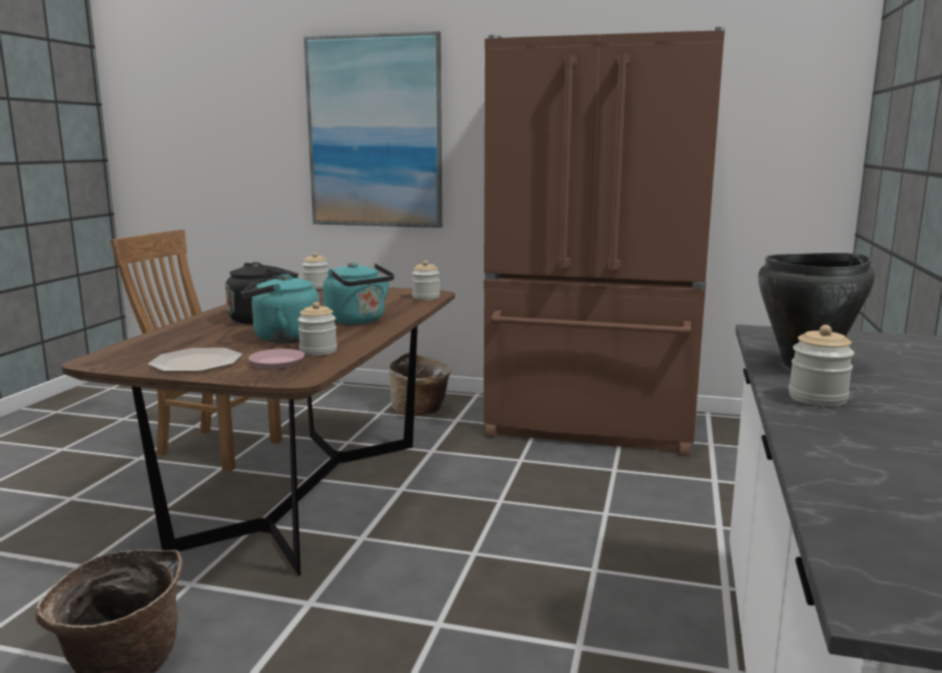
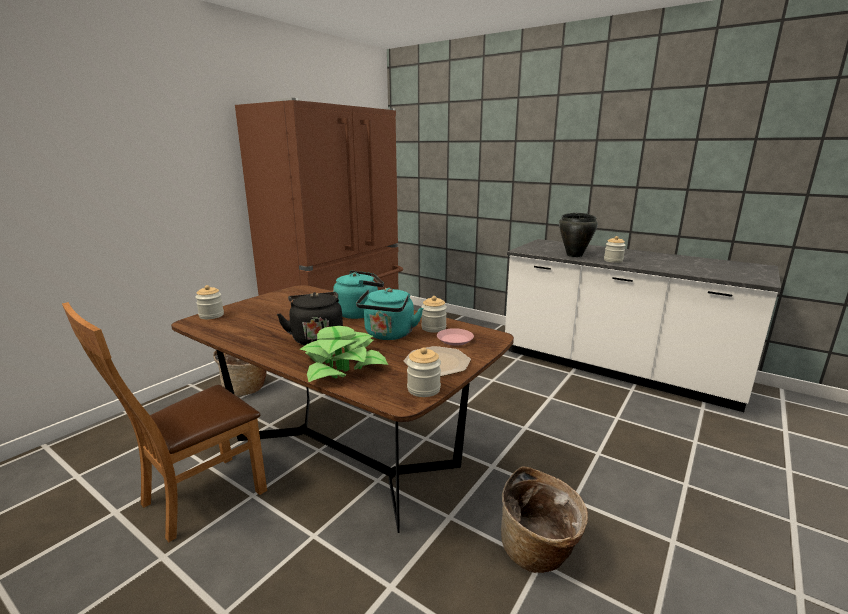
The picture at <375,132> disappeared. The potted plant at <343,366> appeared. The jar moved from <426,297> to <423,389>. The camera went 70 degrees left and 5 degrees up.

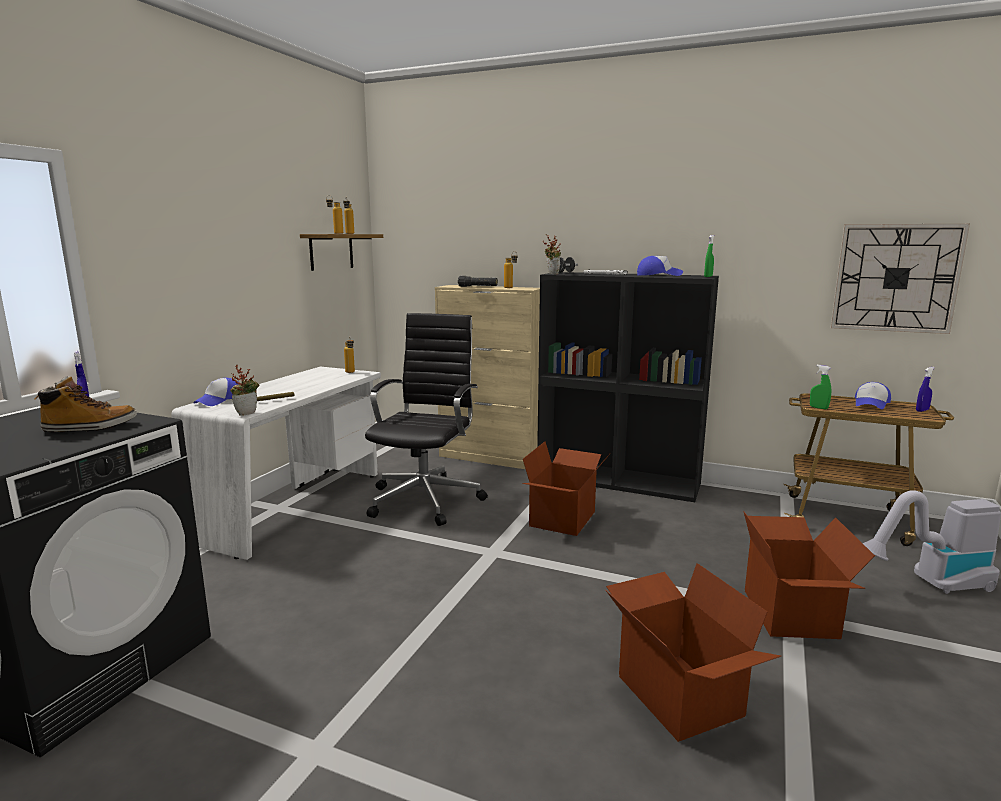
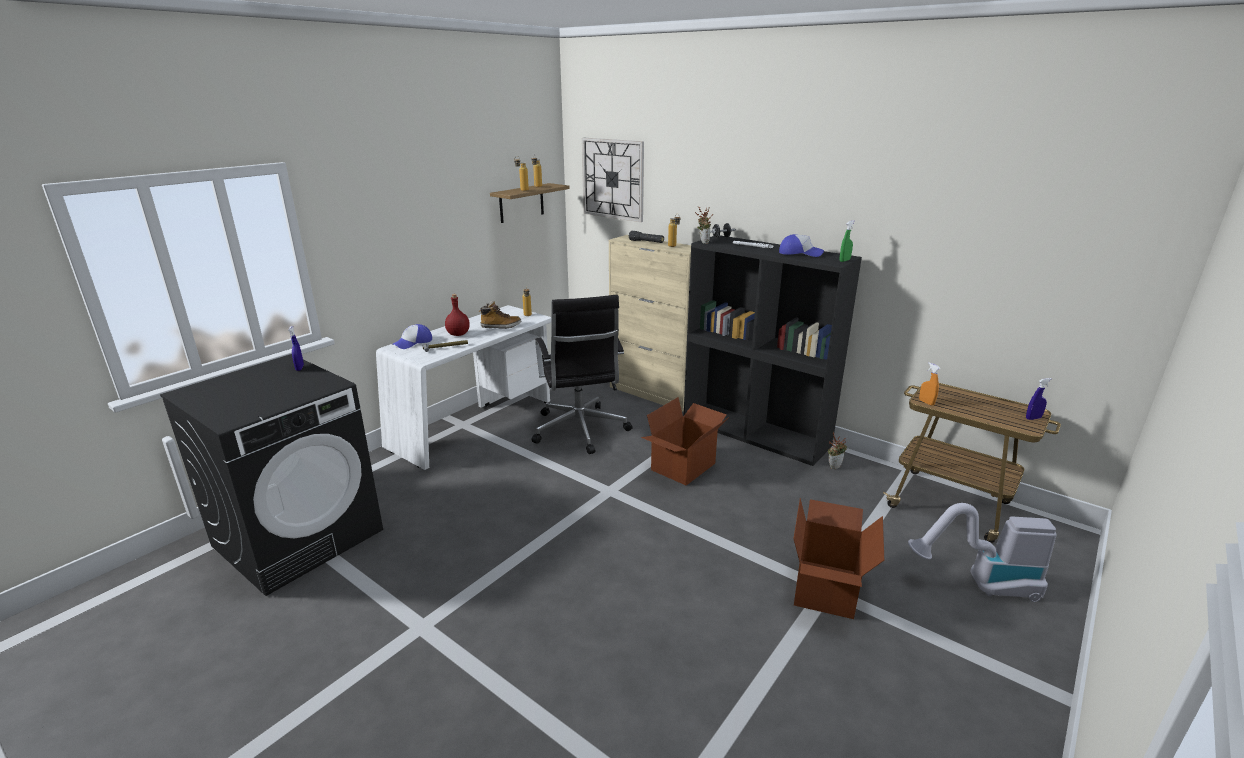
The cardboard box at <677,696> disappeared. The cap at <871,404> disappeared. The bottle (red) at <458,334> appeared. The boot moved from <90,428> to <500,326>. The potted plant moved from <247,413> to <834,466>. The wall clock moved from <895,278> to <613,179>. The spray bottle (green) at <818,408> became the spray bottle (orange) at <926,402>. The office chair (black) at <426,499> turned 135 degrees clockwise. The camera went 15 degrees right and 10 degrees up.

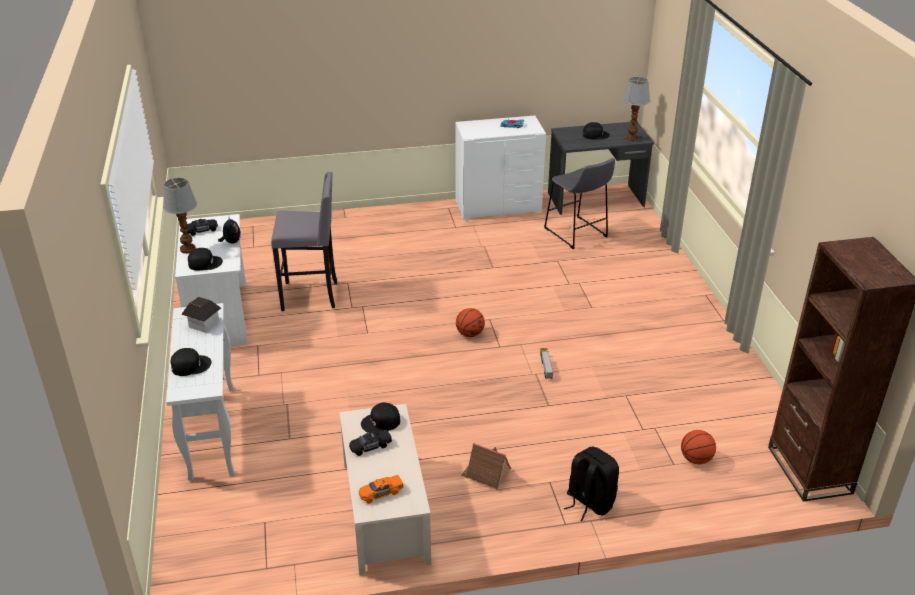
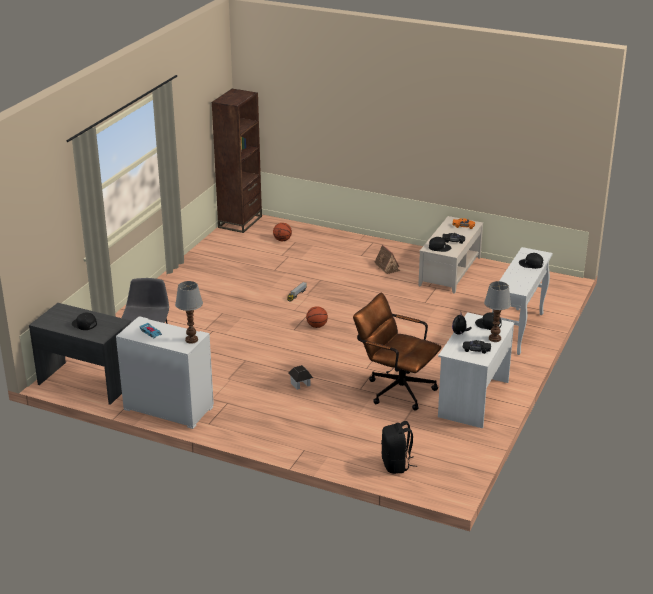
The toy house moved from <204,324> to <300,384>. The backpack (black) moved from <589,502> to <396,465>. The table lamp moved from <632,138> to <191,340>. The stool (grey) at <311,296> was replaced by the office chair (brown) at <395,389>. The camera went 145 degrees left and 5 degrees down.

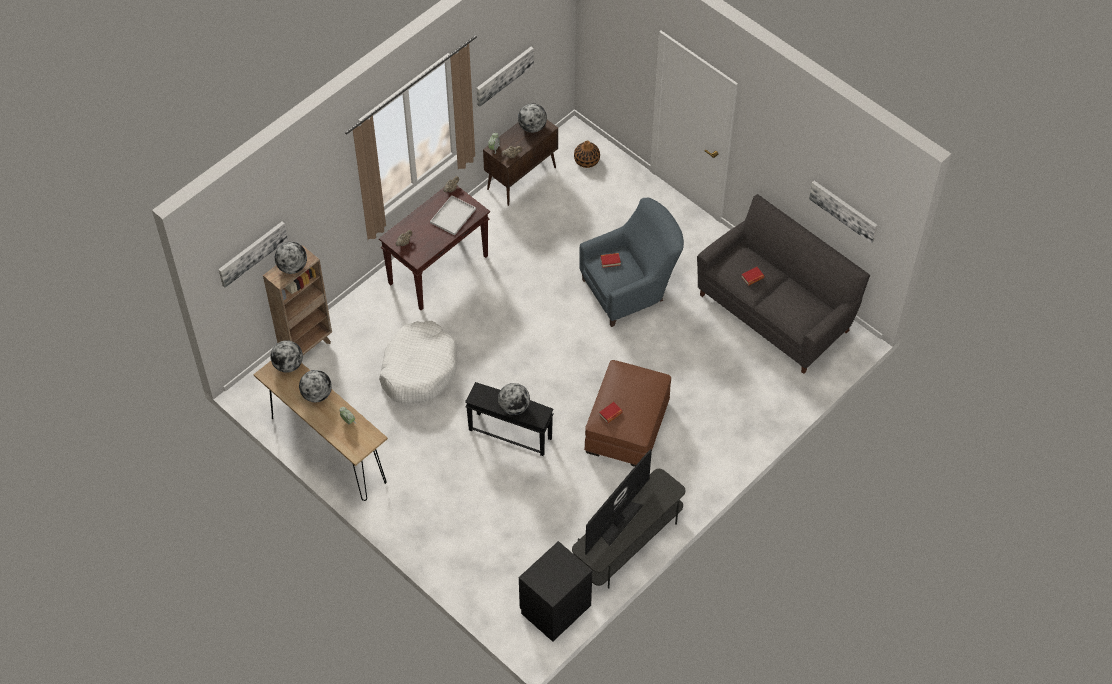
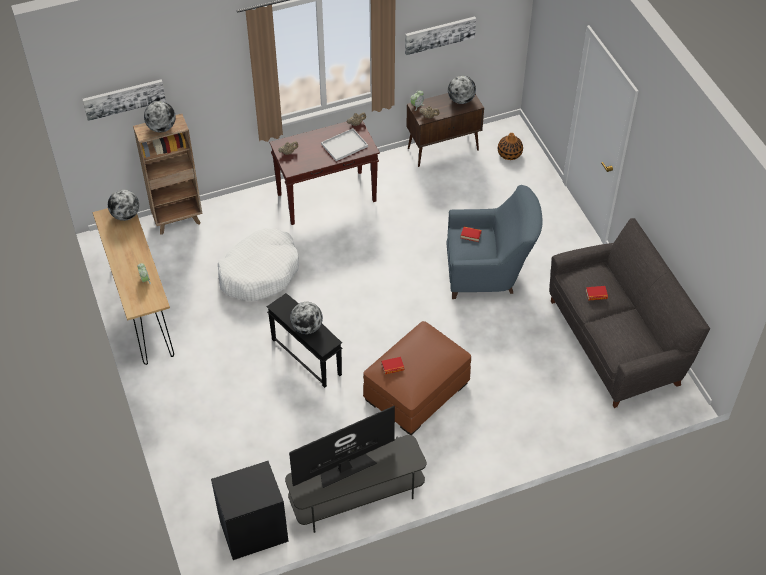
The globe at <317,395> disappeared. The picture at <844,210> disappeared. The camera went 25 degrees right and 5 degrees down.

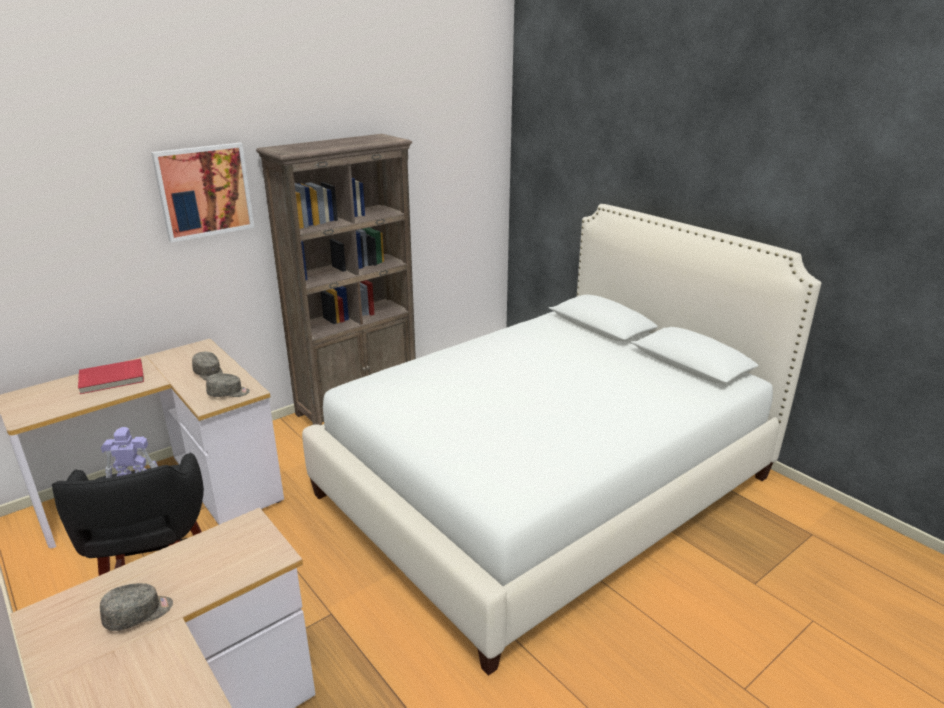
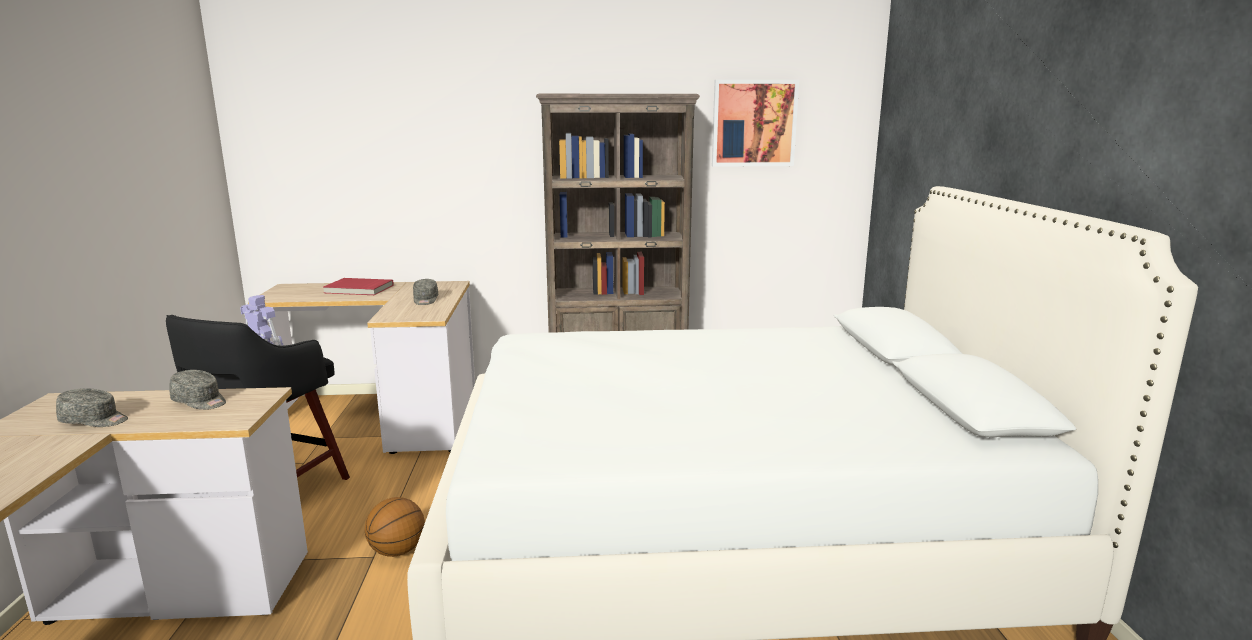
The basketball at <397,551> appeared. The picture moved from <204,191> to <754,123>. The cap (grey) moved from <228,393> to <200,402>. The camera went 35 degrees right and 10 degrees down.

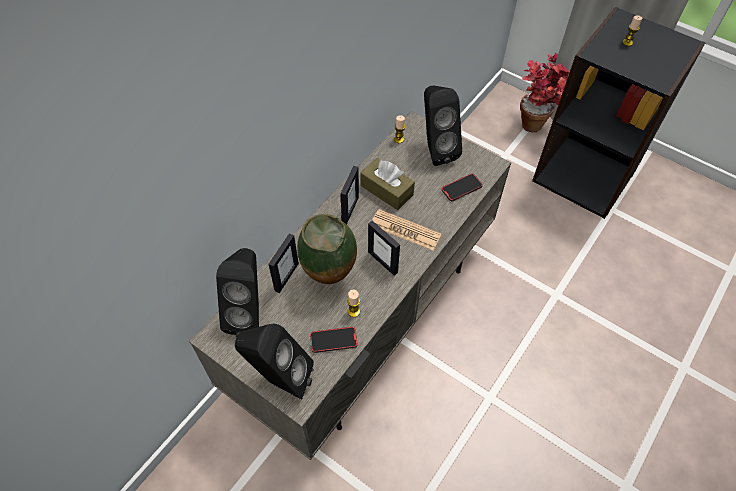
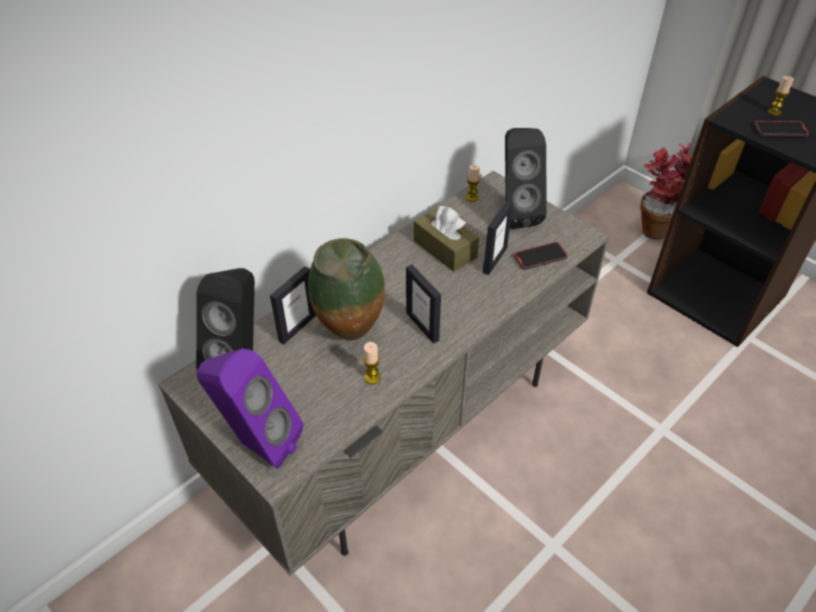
The newspaper at <405,230> disappeared. The phone moved from <333,340> to <780,131>. The picture frame moved from <350,210> to <494,260>. The speaker (black) at <279,379> became the speaker (purple) at <257,443>. The camera went 10 degrees right and 10 degrees down.

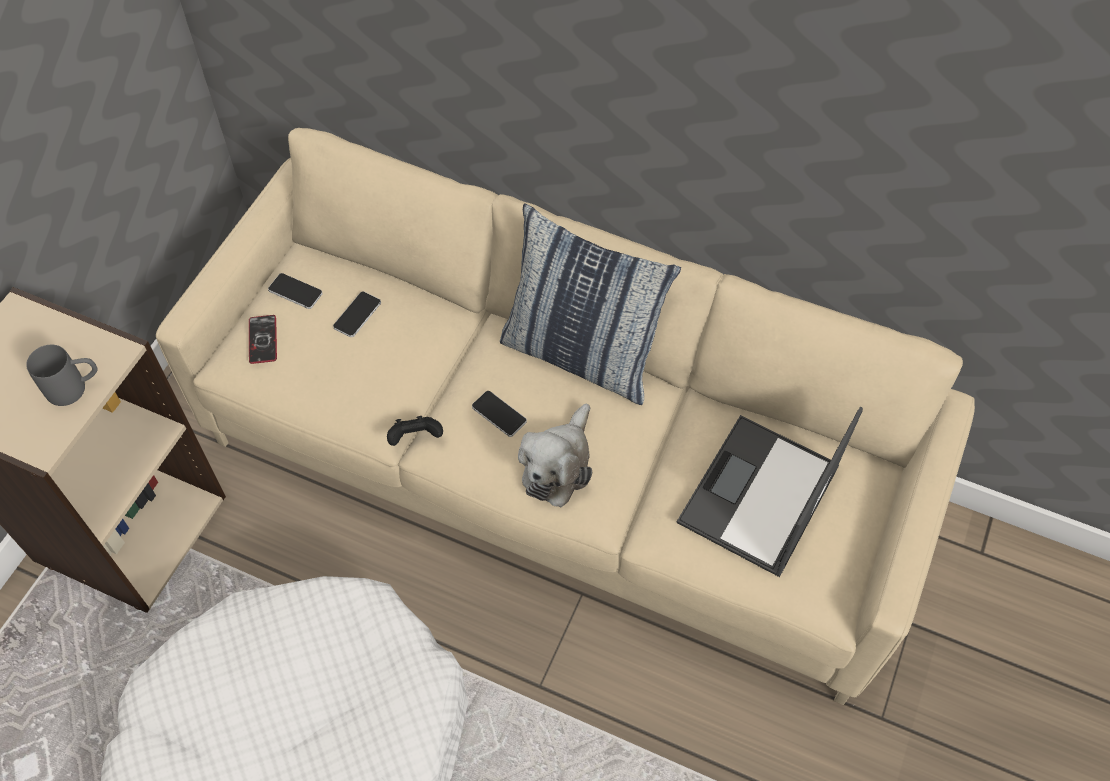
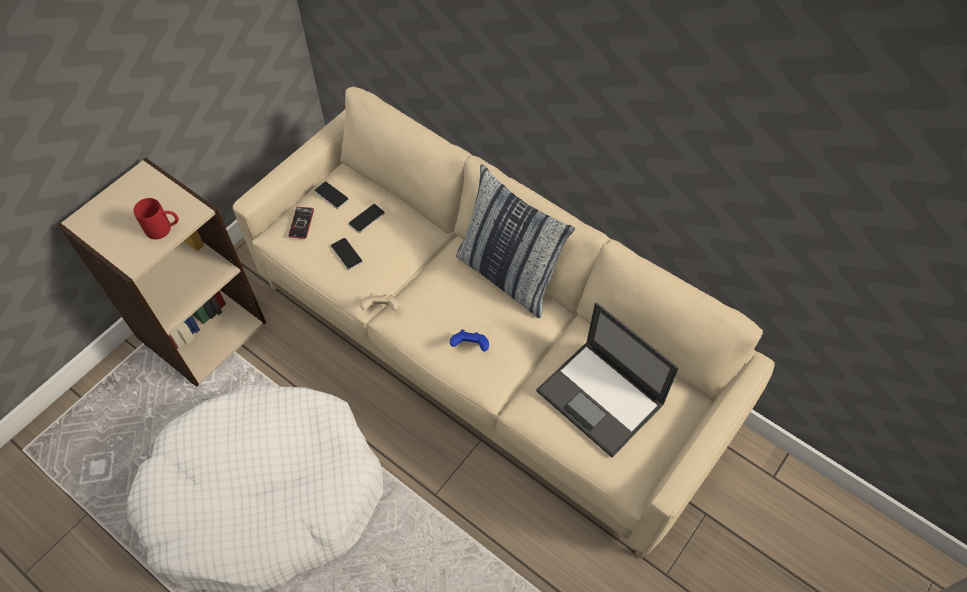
The phone moved from <499,414> to <346,254>. The plush toy at <558,465> was replaced by the game controller (blue) at <470,346>. The mug (grey) at <75,388> became the mug (red) at <164,229>. The game controller (black) at <416,438> became the game controller (beige) at <382,308>. The laptop at <758,497> turned 90 degrees counterclockwise. The camera went 15 degrees right and 0 degrees up.

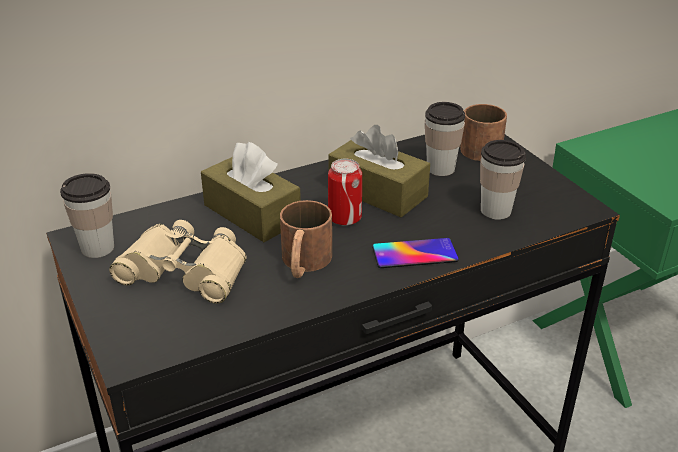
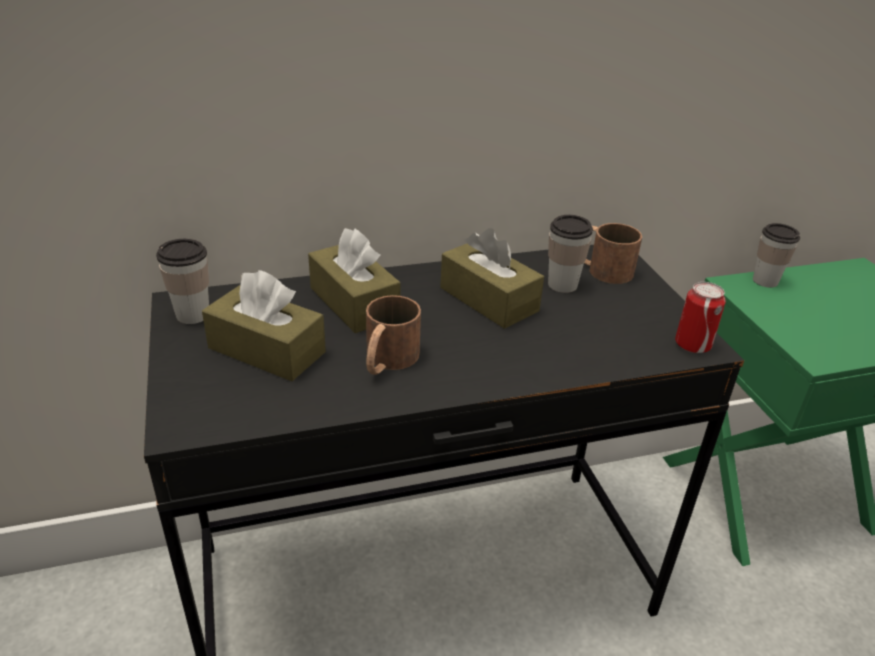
The phone at <414,254> disappeared. The can moved from <344,218> to <692,345>. The cup moved from <496,211> to <765,281>. The binoculars (beige) at <185,271> was replaced by the tissue box (brown) at <267,350>. The camera went 10 degrees right and 0 degrees up.

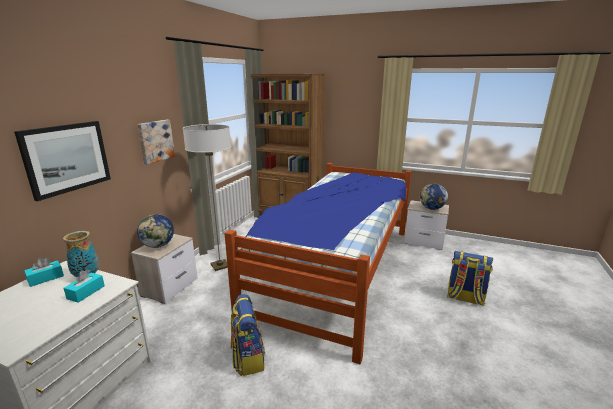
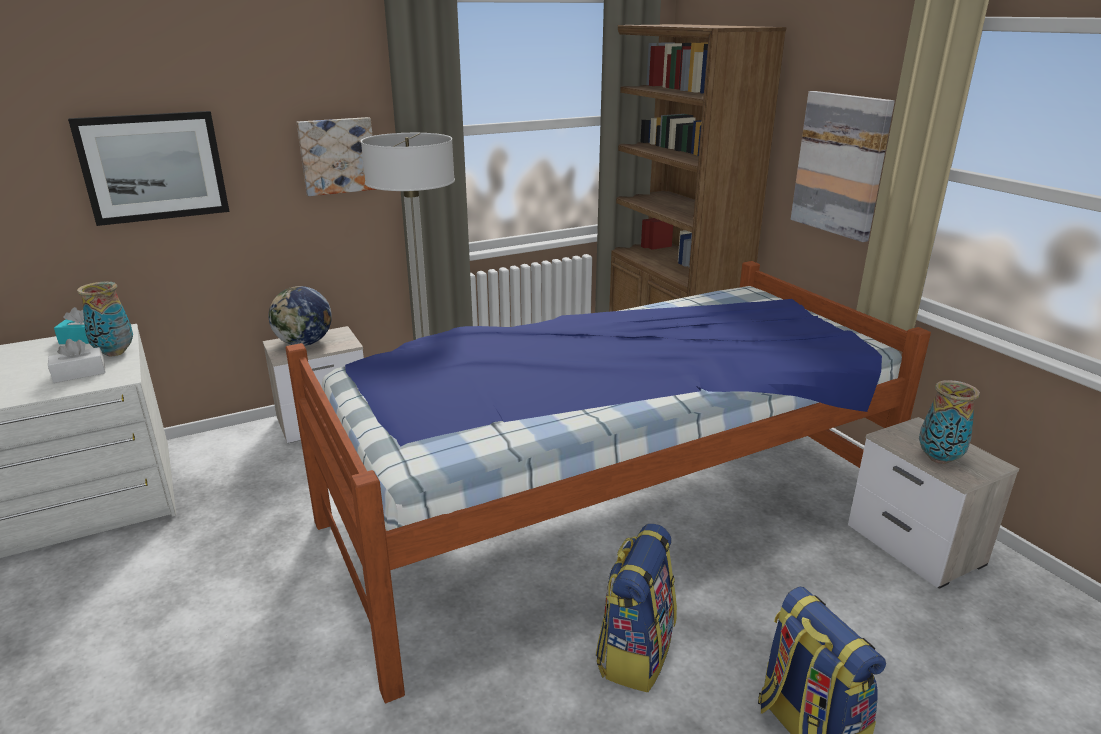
The picture at <840,165> appeared. The backpack moved from <248,358> to <635,652>. The globe at <431,208> was replaced by the vase at <938,458>. The tissue box (turquoise) at <86,292> became the tissue box (white) at <79,373>. The camera went 40 degrees right and 5 degrees up.

